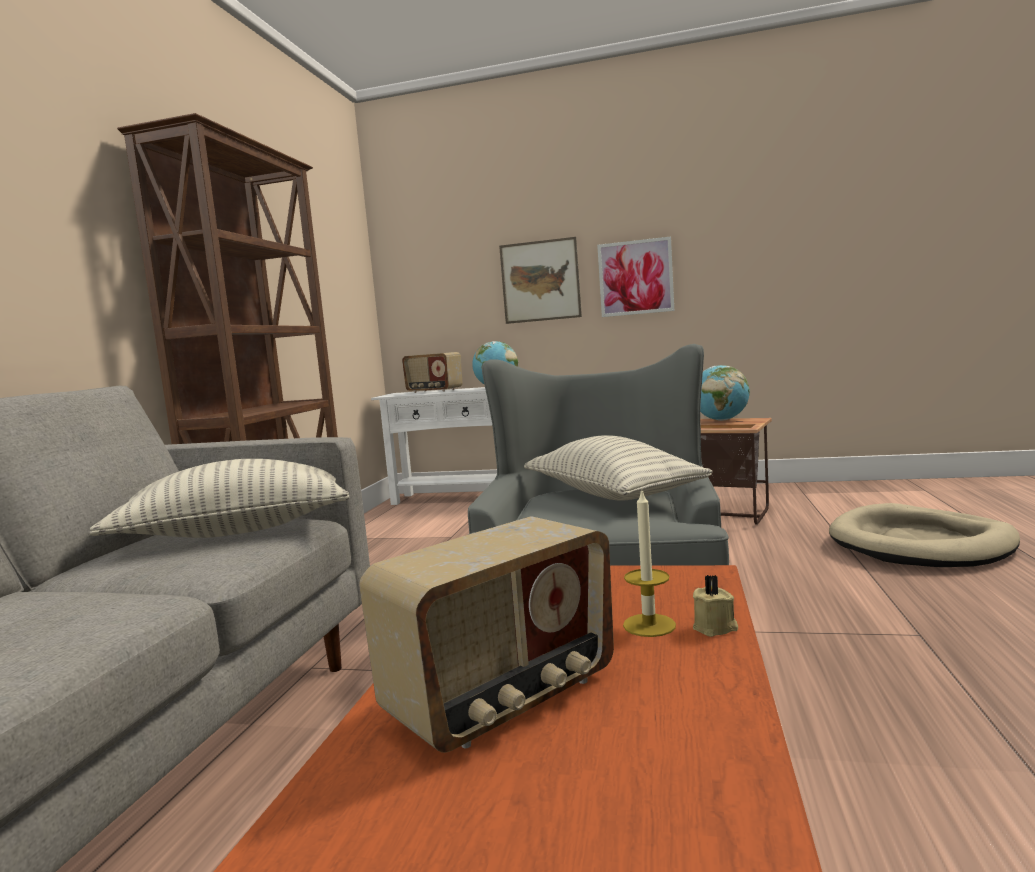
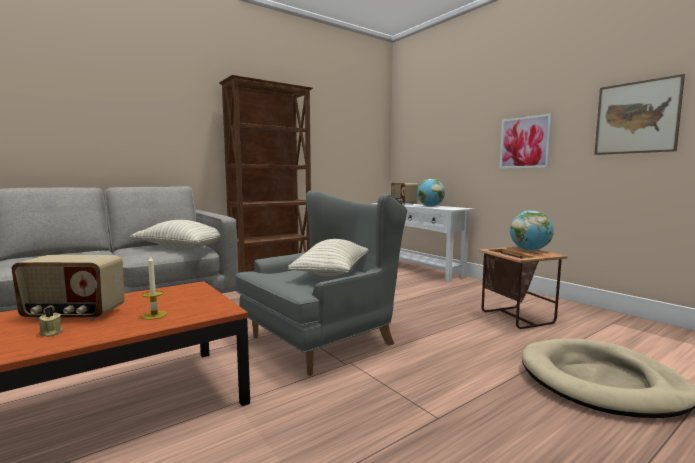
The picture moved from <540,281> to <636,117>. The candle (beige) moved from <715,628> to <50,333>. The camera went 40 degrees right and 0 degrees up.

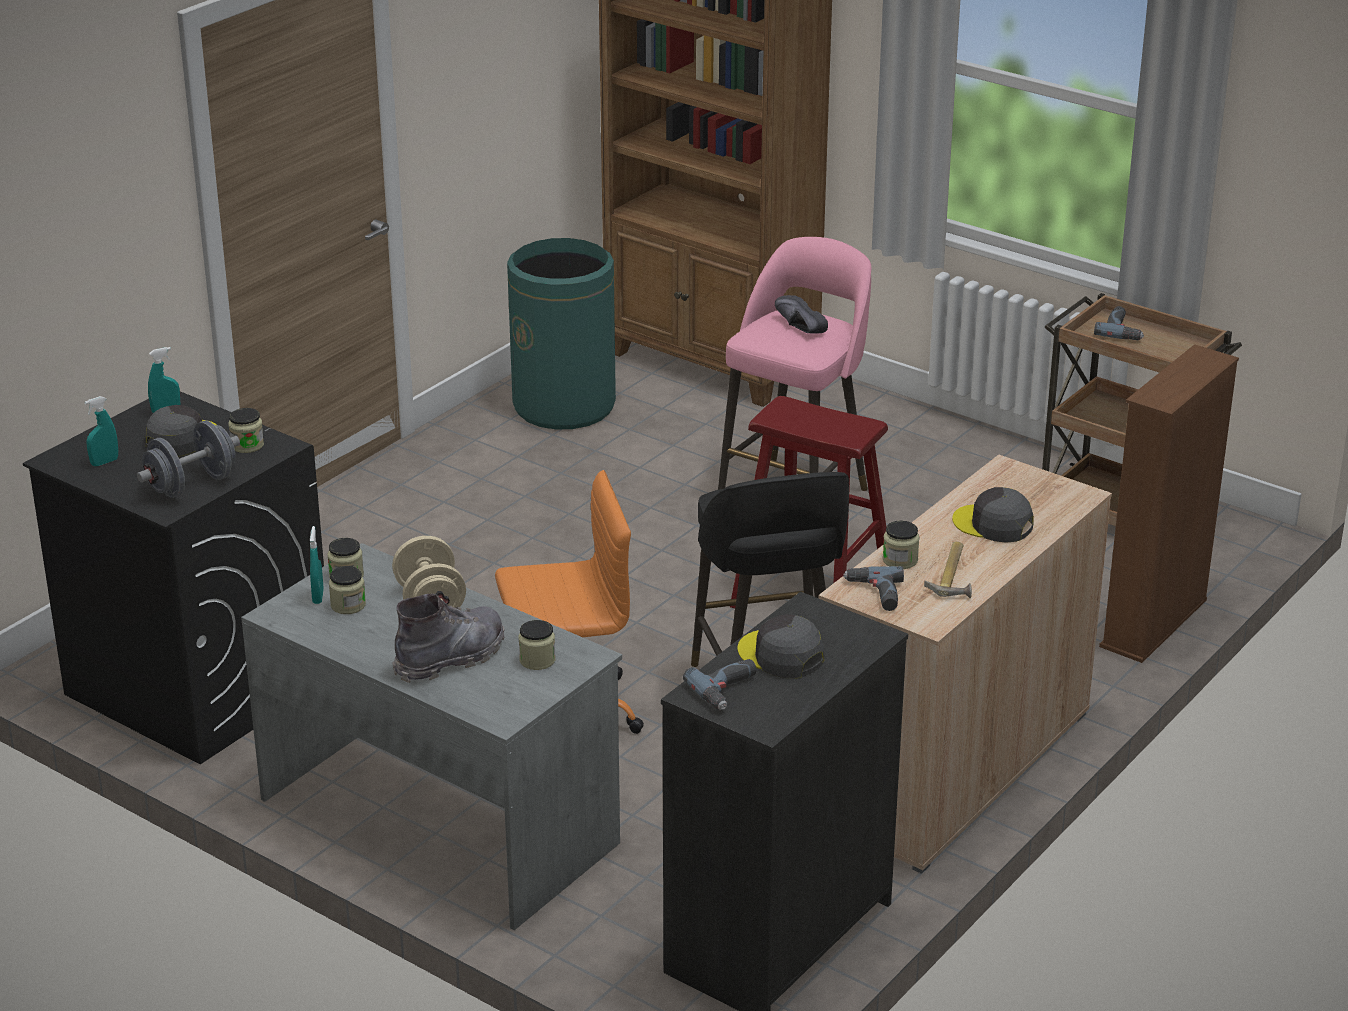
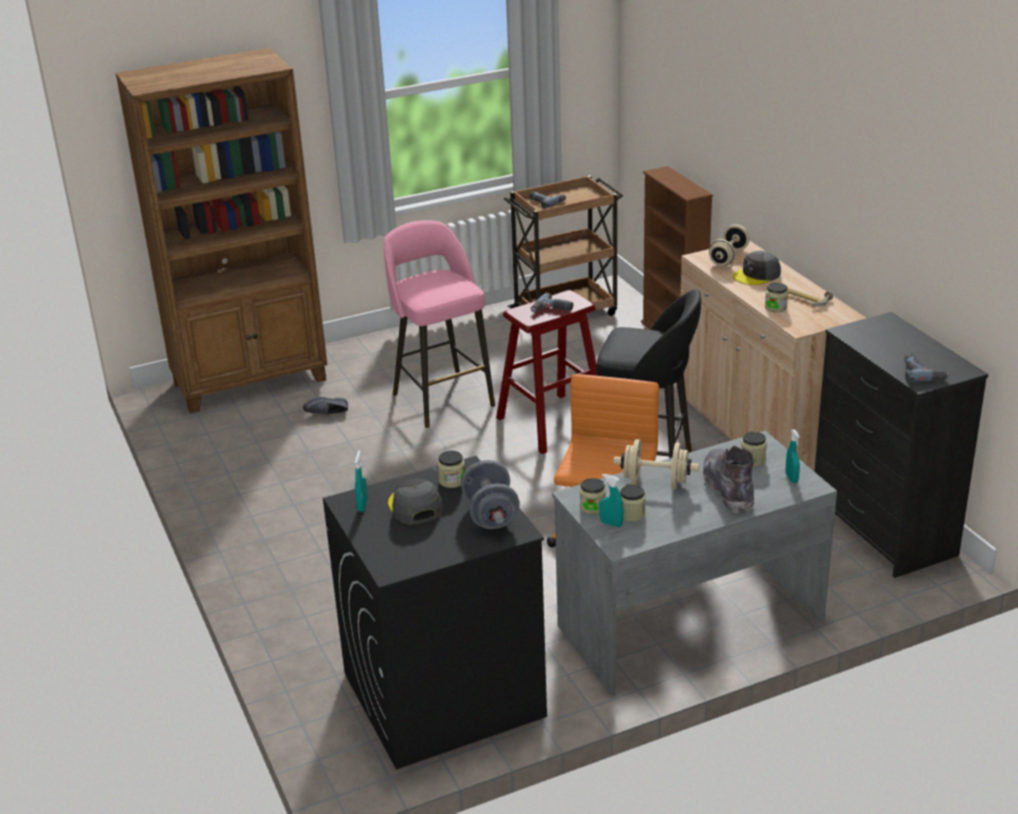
The trash can (green) at <564,406> disappeared. The cap (grey) at <781,655> disappeared. The dumbbell (beige) at <728,257> appeared. The spray bottle (turquoise) moved from <104,462> to <791,478>. The shoe (black) moved from <796,327> to <328,414>. The power drill moved from <874,594> to <552,310>. The camera went 60 degrees left and 0 degrees up.

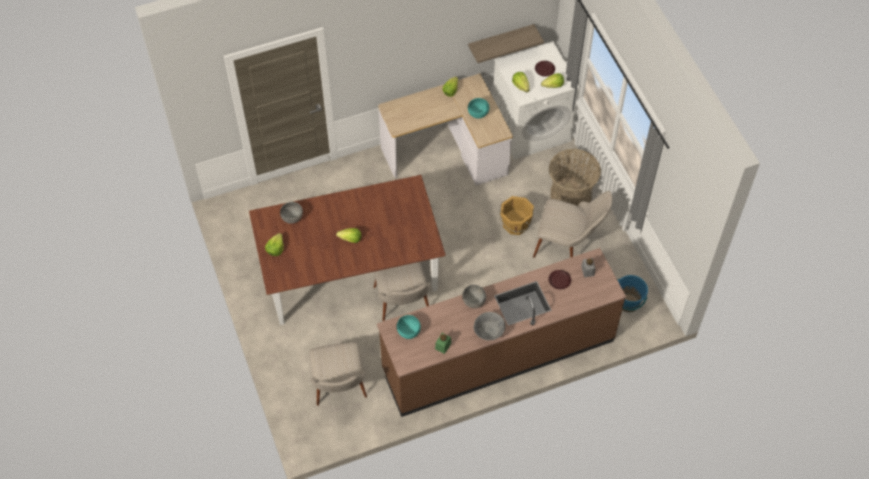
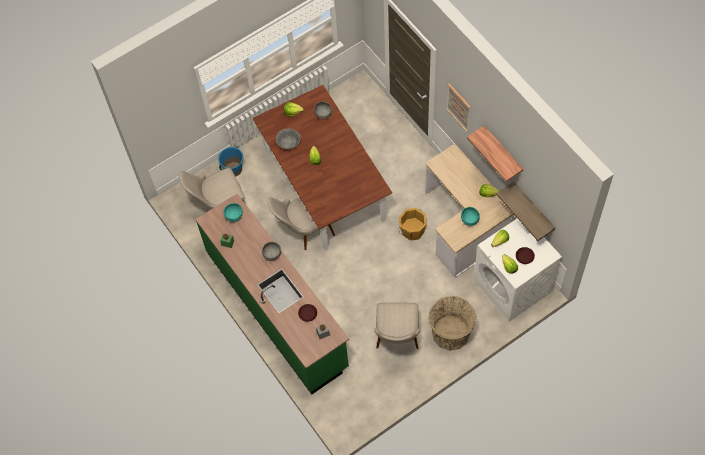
The picture at <459,107> appeared. The shelf at <502,152> appeared. The bowl (grey) moved from <488,333> to <288,144>. The bucket (orange) moved from <515,224> to <412,230>. The bucket (blue) moved from <628,303> to <233,169>. The counter (brown) at <498,354> became the counter (green) at <277,309>. The camera went 80 degrees right and 5 degrees up.

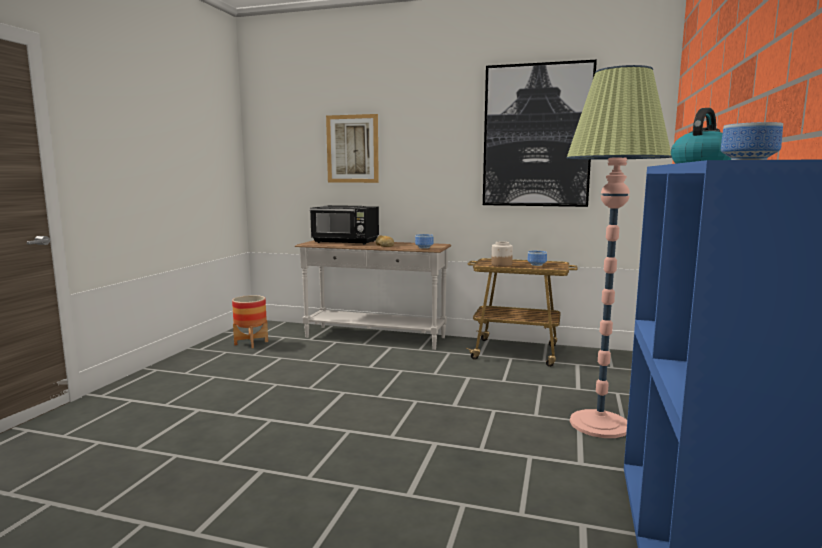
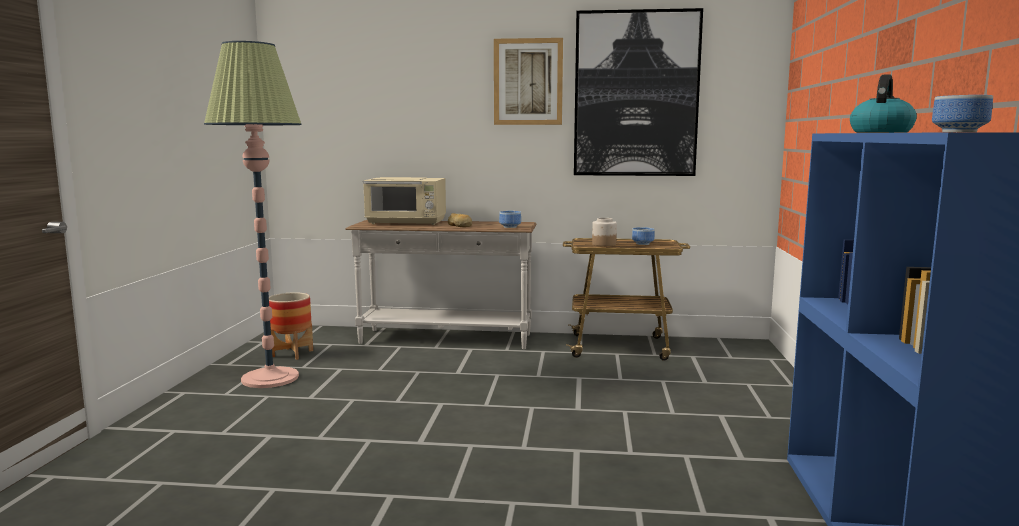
The picture moved from <352,149> to <528,82>. The floor lamp moved from <599,424> to <270,378>. The microwave (black) at <346,242> became the microwave (beige) at <407,222>. The camera went 10 degrees left and 0 degrees up.

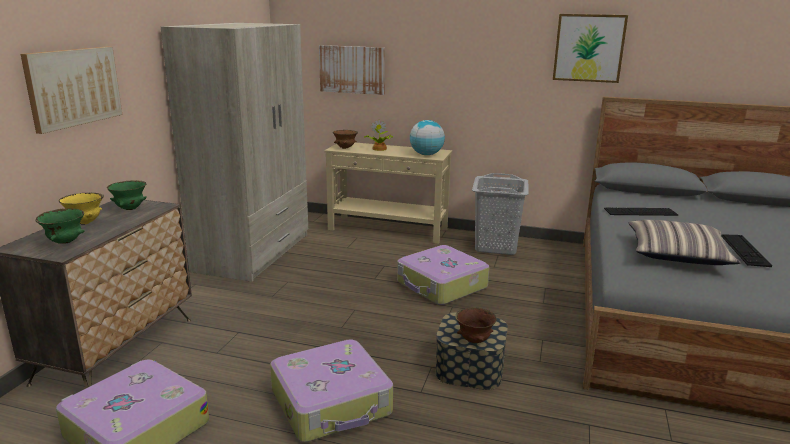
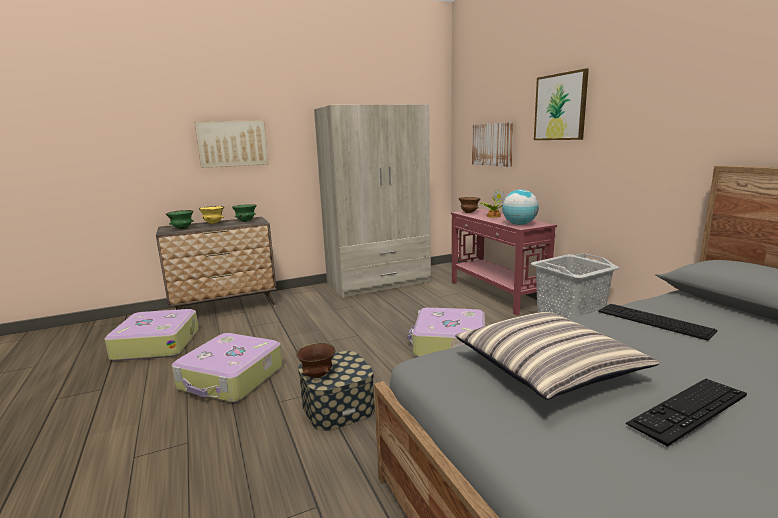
The picture moved from <589,48> to <560,107>. The console table (beige) at <388,229> became the console table (red) at <496,294>. The camera went 50 degrees right and 5 degrees down.

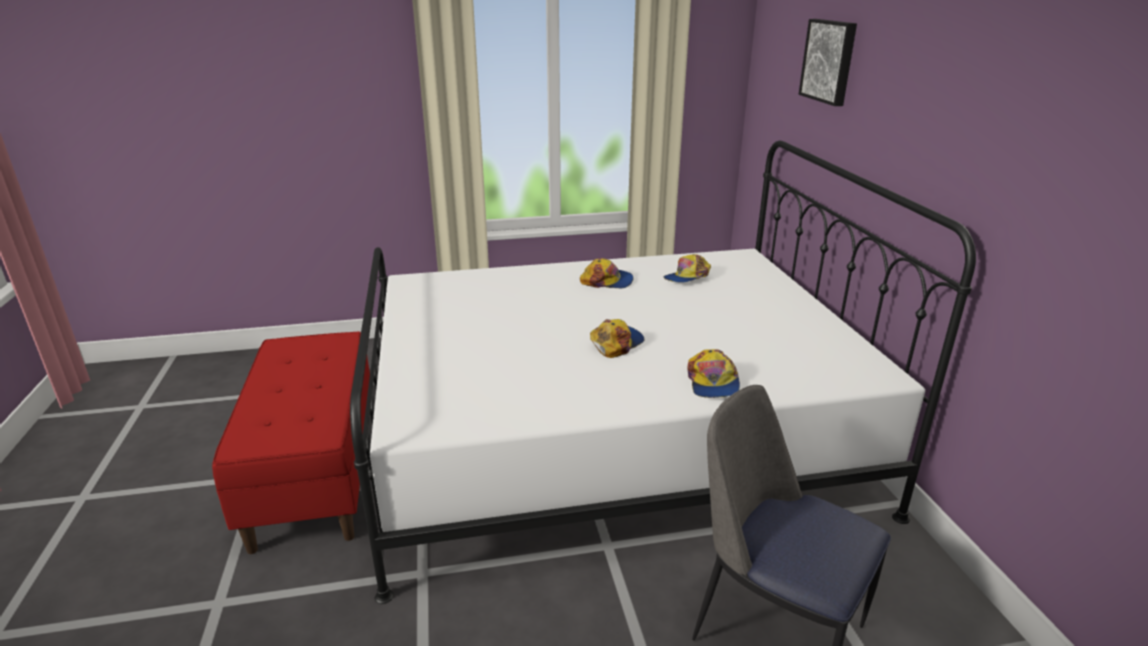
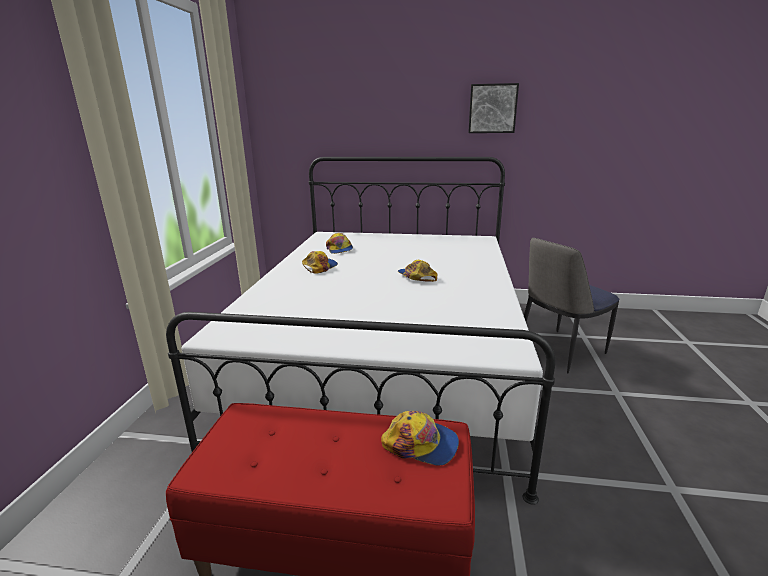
The cap moved from <712,382> to <421,444>. The picture moved from <829,61> to <492,108>. The camera went 70 degrees left and 5 degrees down.

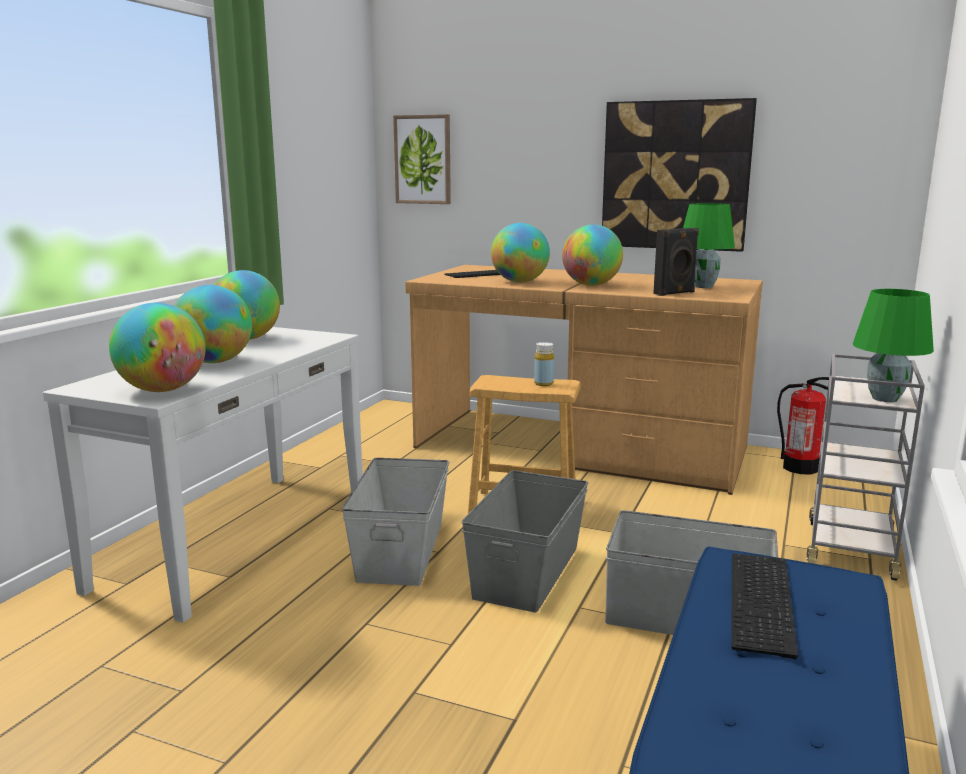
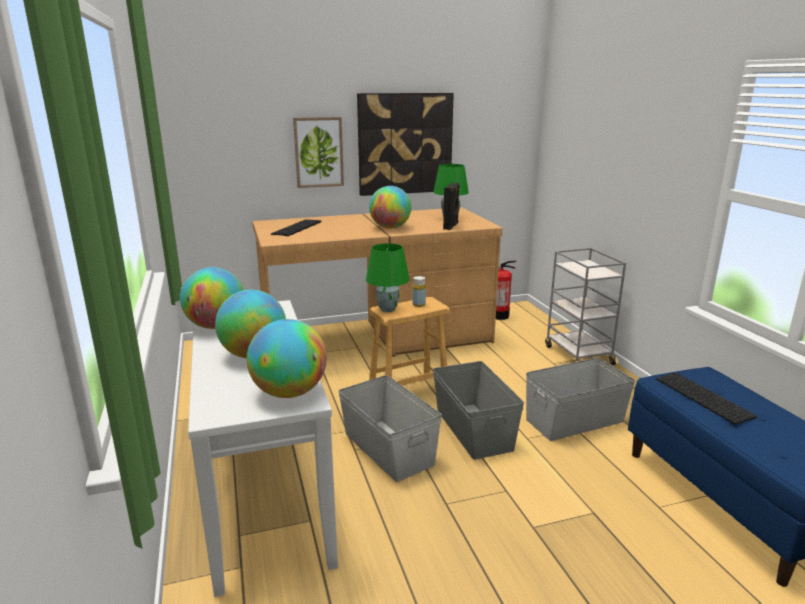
The globe at <520,282> disappeared. The picture moved from <423,159> to <318,152>. The table lamp (green) moved from <884,399> to <387,310>. The camera went 40 degrees left and 5 degrees up.

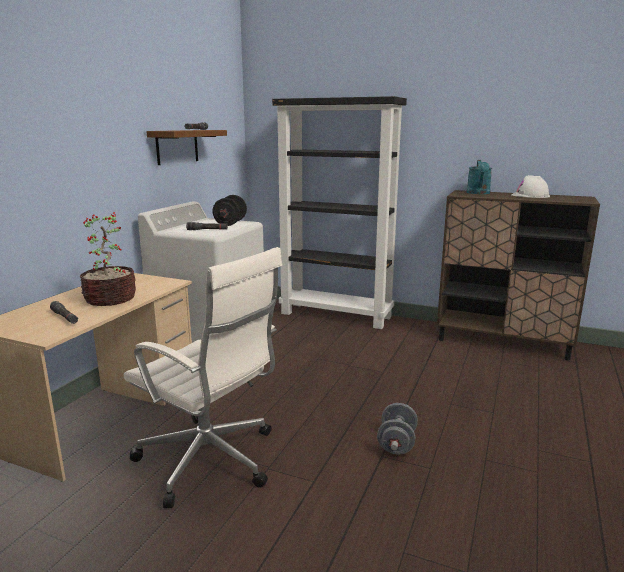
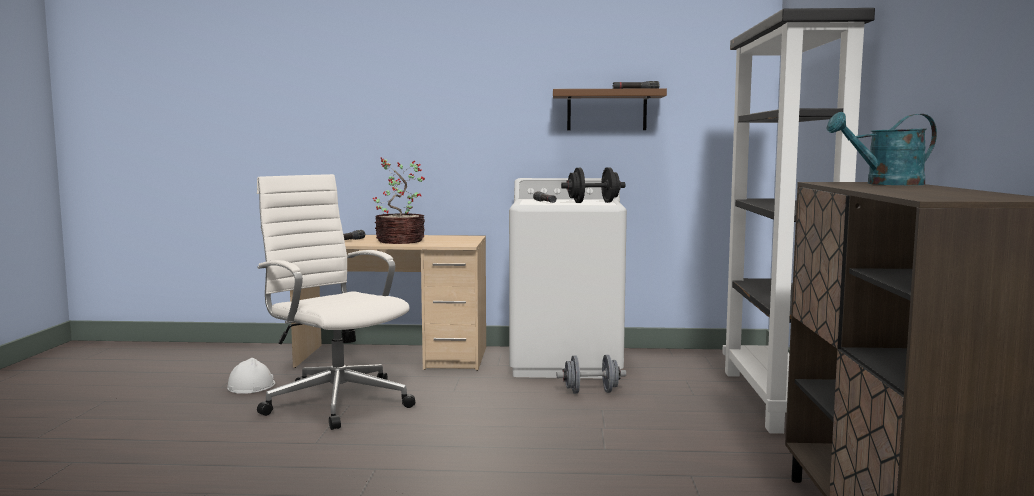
The dumbbell (grey) moved from <396,443> to <591,392>. The hard hat (white) moved from <530,196> to <251,386>. The office chair (white) at <210,461> turned 120 degrees clockwise. The camera went 70 degrees right and 10 degrees down.

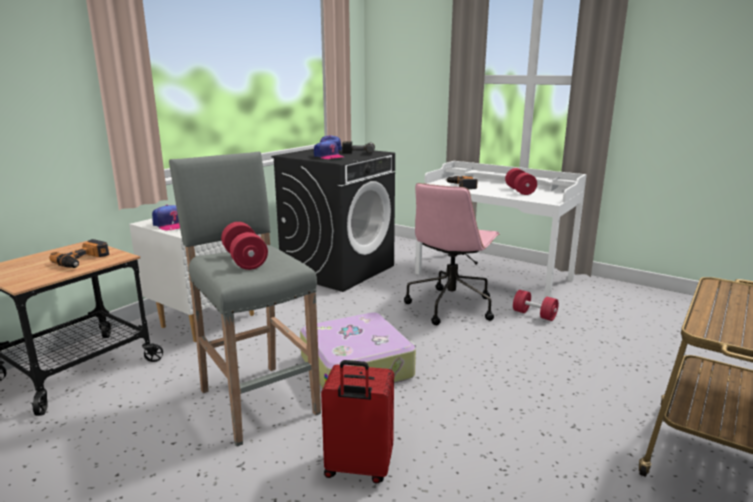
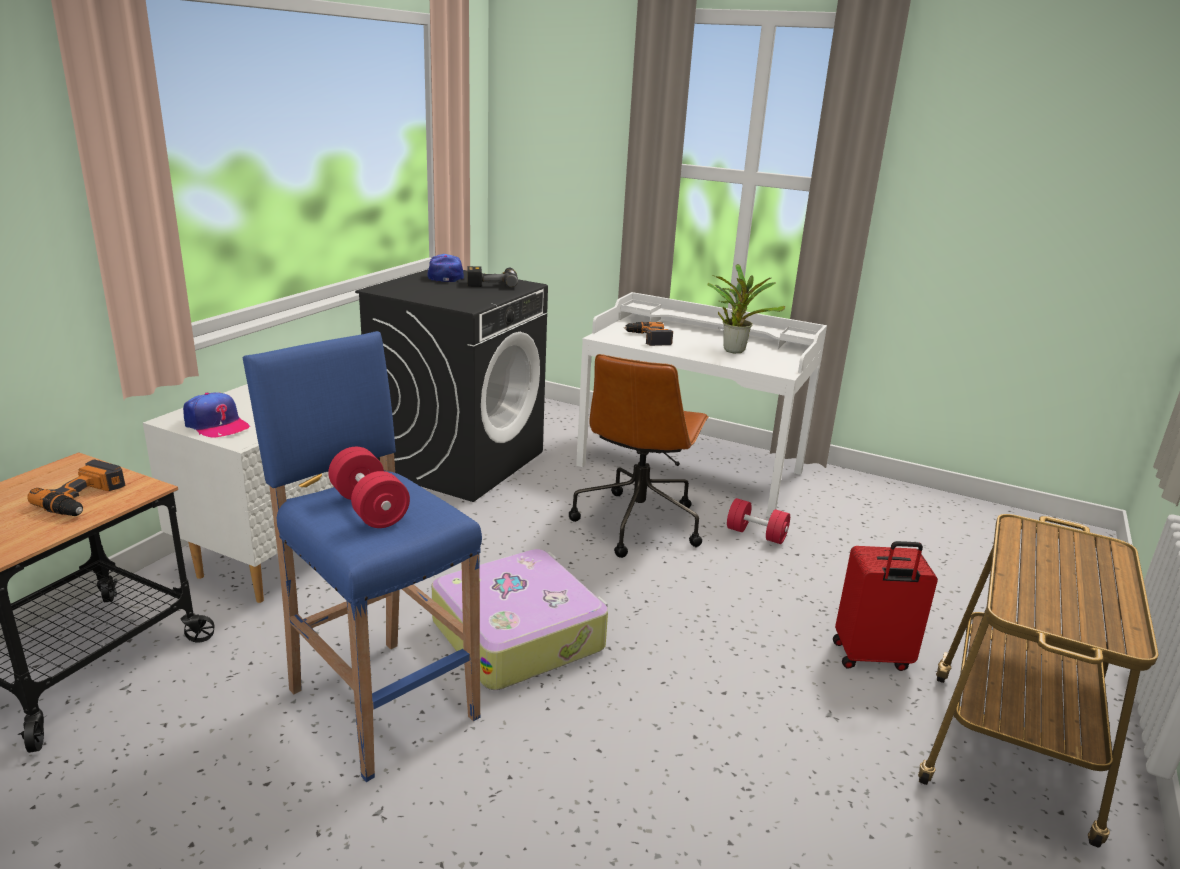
The cap at <328,157> disappeared. The suitcase (red) moved from <358,468> to <871,657>. The dumbbell (red) at <519,191> was replaced by the potted plant at <734,349>. The stool (grey) at <257,400> became the stool (blue) at <380,701>. The office chair (pink) at <451,306> became the office chair (brown) at <637,523>. The camera went 10 degrees left and 5 degrees up.

